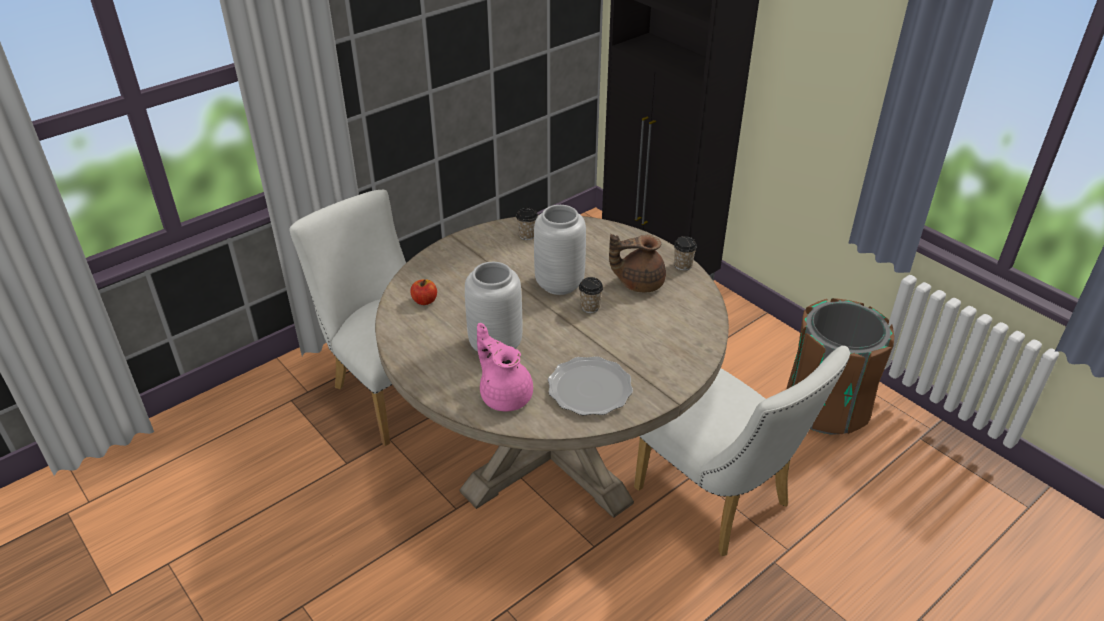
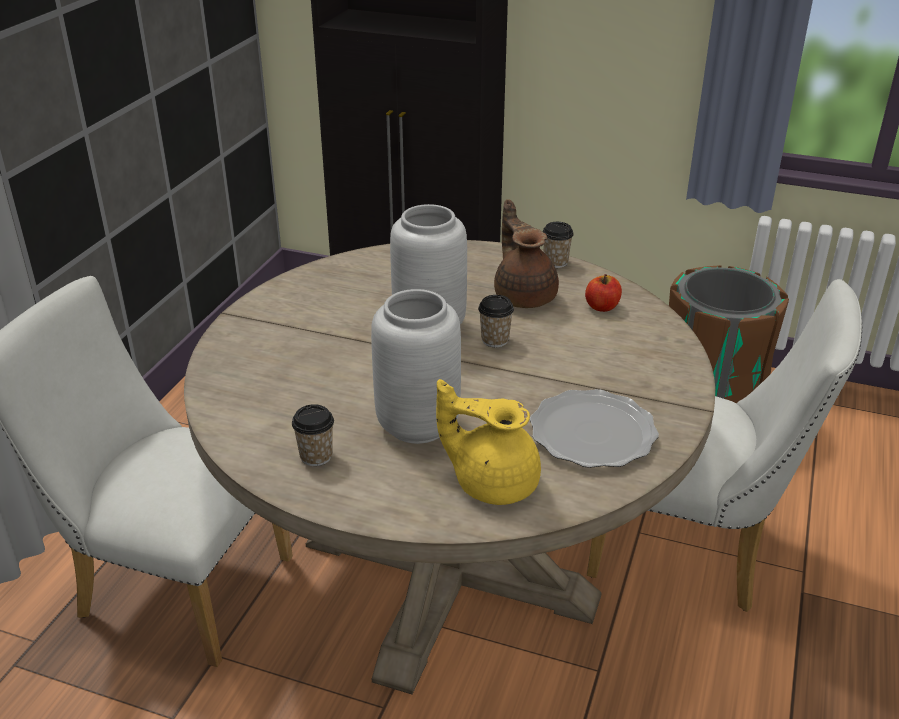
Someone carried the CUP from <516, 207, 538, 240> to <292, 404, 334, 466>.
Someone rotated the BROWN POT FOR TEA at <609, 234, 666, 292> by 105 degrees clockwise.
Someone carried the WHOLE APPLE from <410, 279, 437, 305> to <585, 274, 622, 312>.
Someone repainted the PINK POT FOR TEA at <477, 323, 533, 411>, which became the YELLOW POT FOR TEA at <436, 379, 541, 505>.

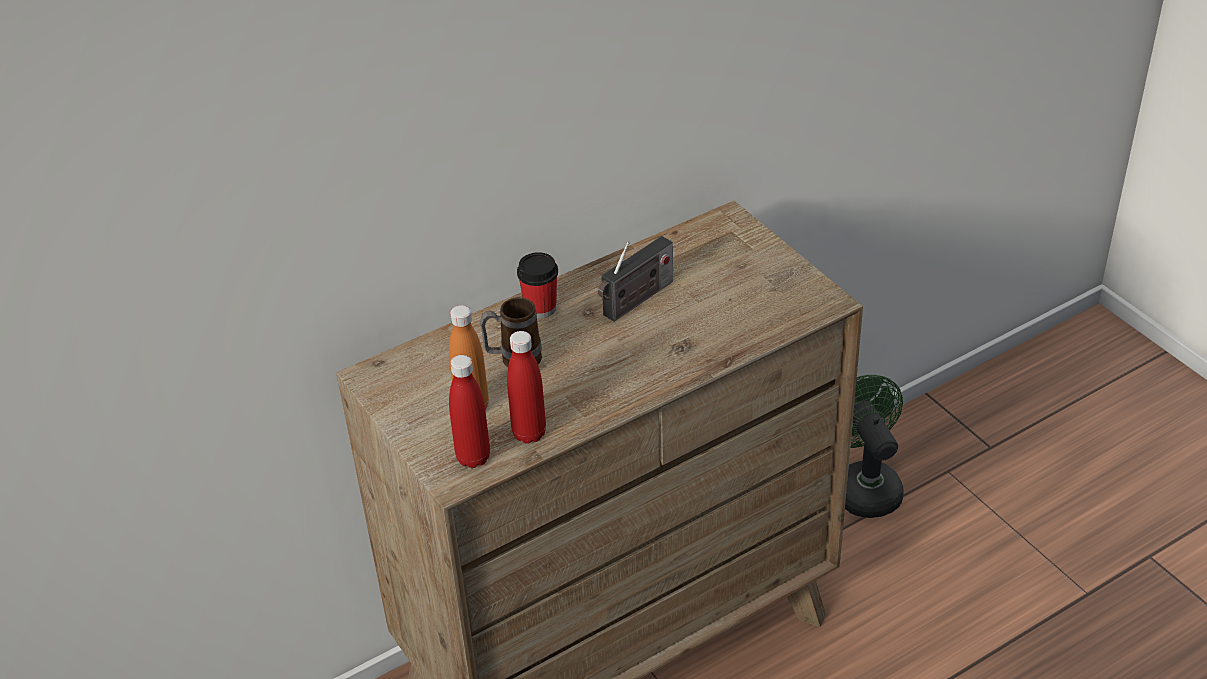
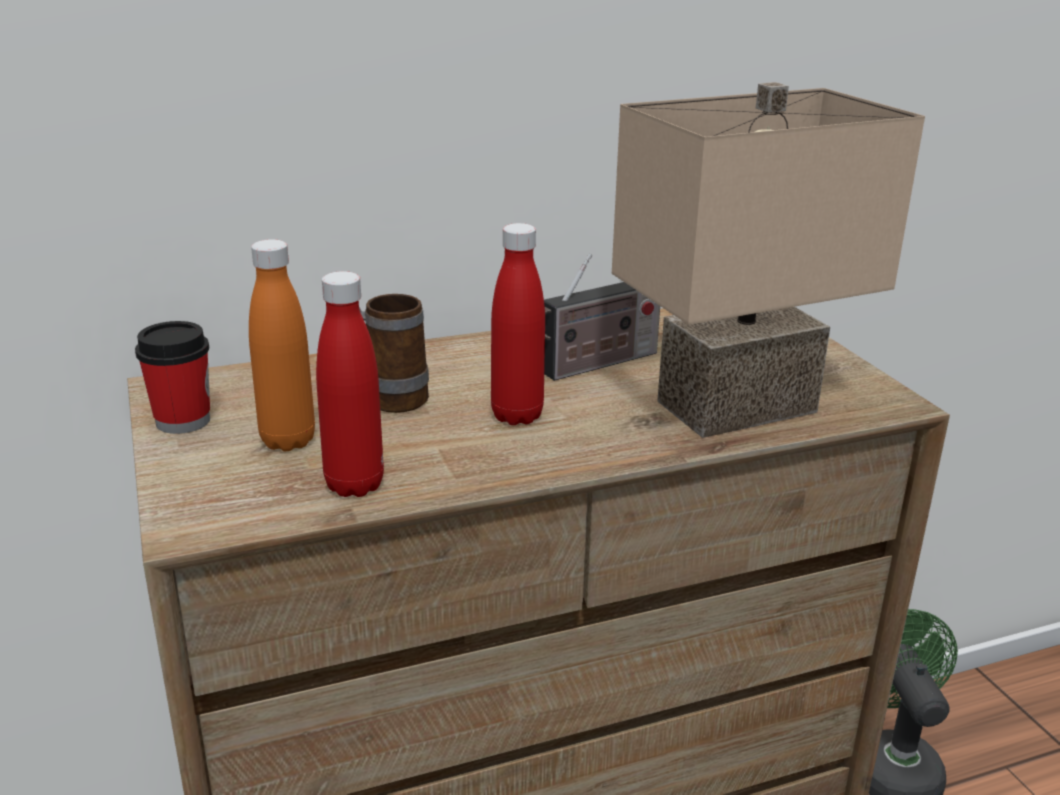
Someone carried the CUP from <517, 252, 558, 318> to <135, 321, 210, 434>.
Someone carried the RED-COLOURED BOTTLE from <449, 355, 490, 468> to <491, 223, 545, 425>.
Someone put down the SAND-COLOURED LAMP FOR A TABLE at <612, 82, 925, 438>.

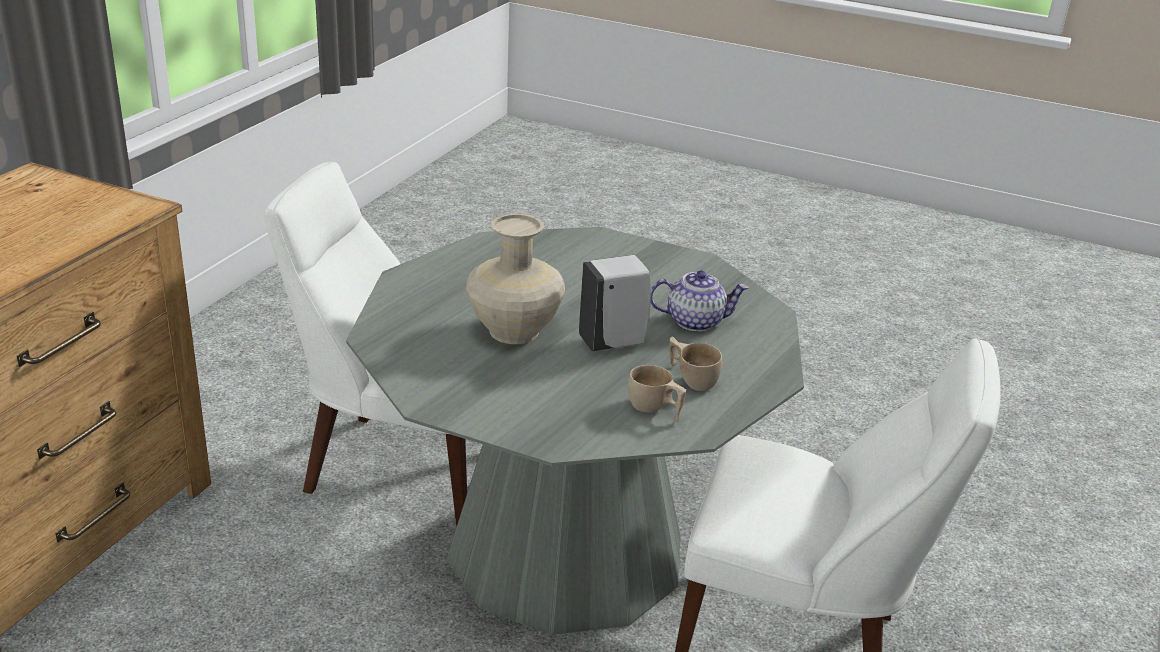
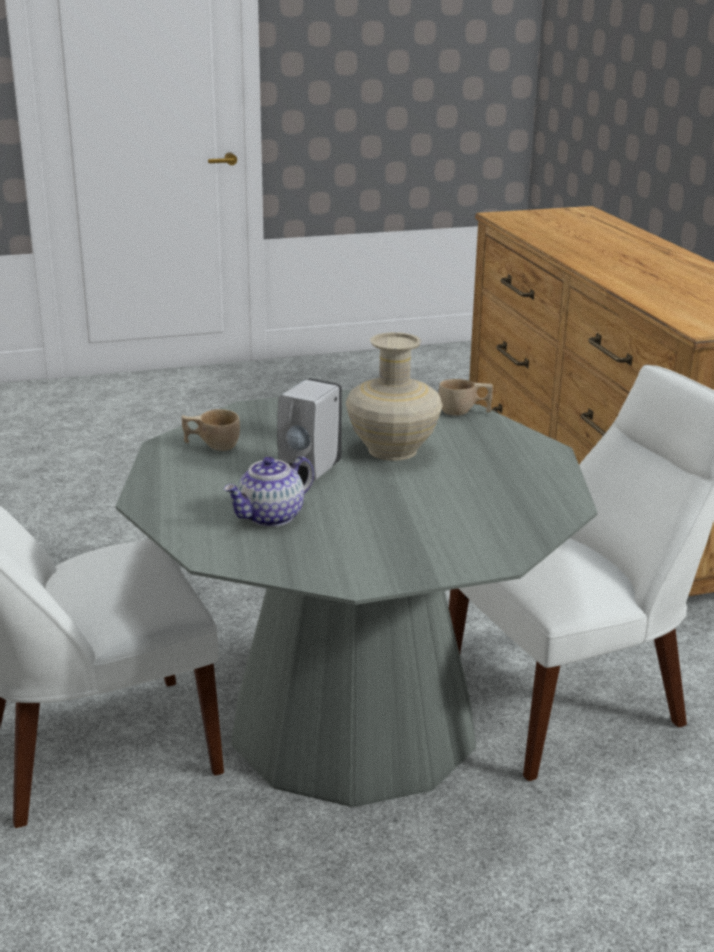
Someone carried the SAND-COLOURED CUP from <669, 337, 722, 391> to <439, 379, 493, 416>.

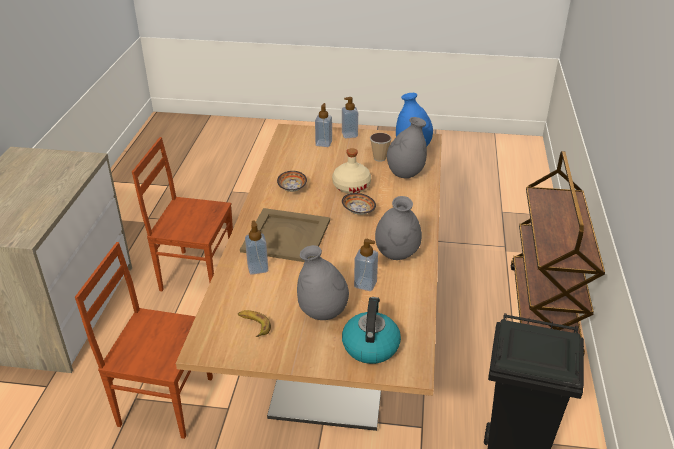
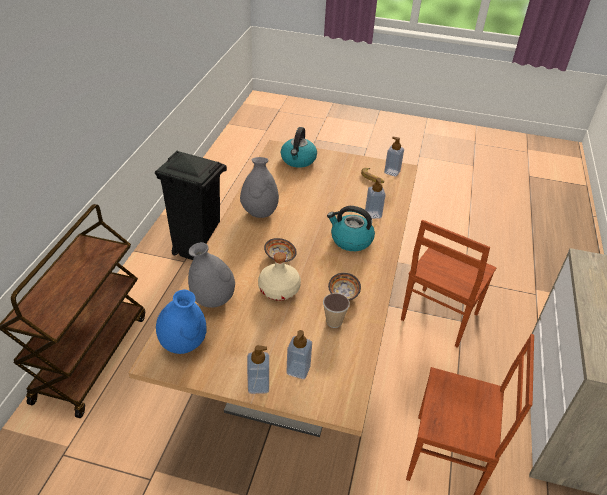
Someone carried the CUP from <370, 133, 392, 162> to <323, 293, 350, 328>.
Someone swapped the SAND-COLOURED SERVING TRAY at <240, 208, 330, 262> for the KETTLE at <327, 206, 375, 251>.
Someone carried the SOAP DISPENSER from <354, 239, 378, 291> to <384, 137, 404, 177>.
Someone rotated the BROWN PLAIN CHAIR at <75, 242, 213, 439> by 105 degrees clockwise.
Someone took away the GREYISH FLOWER VASE at <297, 245, 349, 320>.

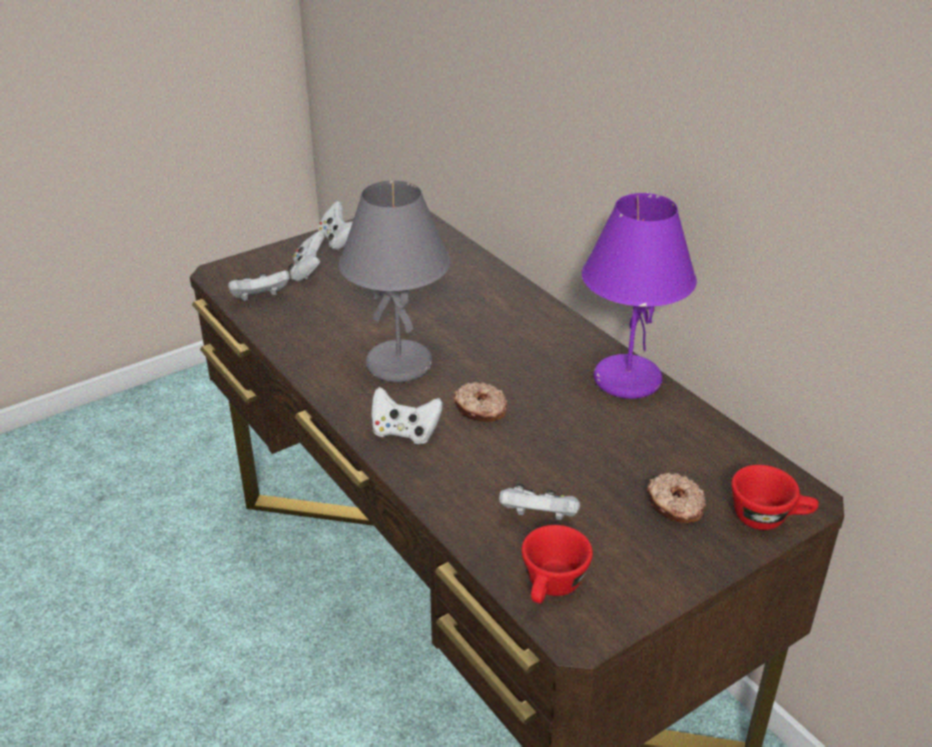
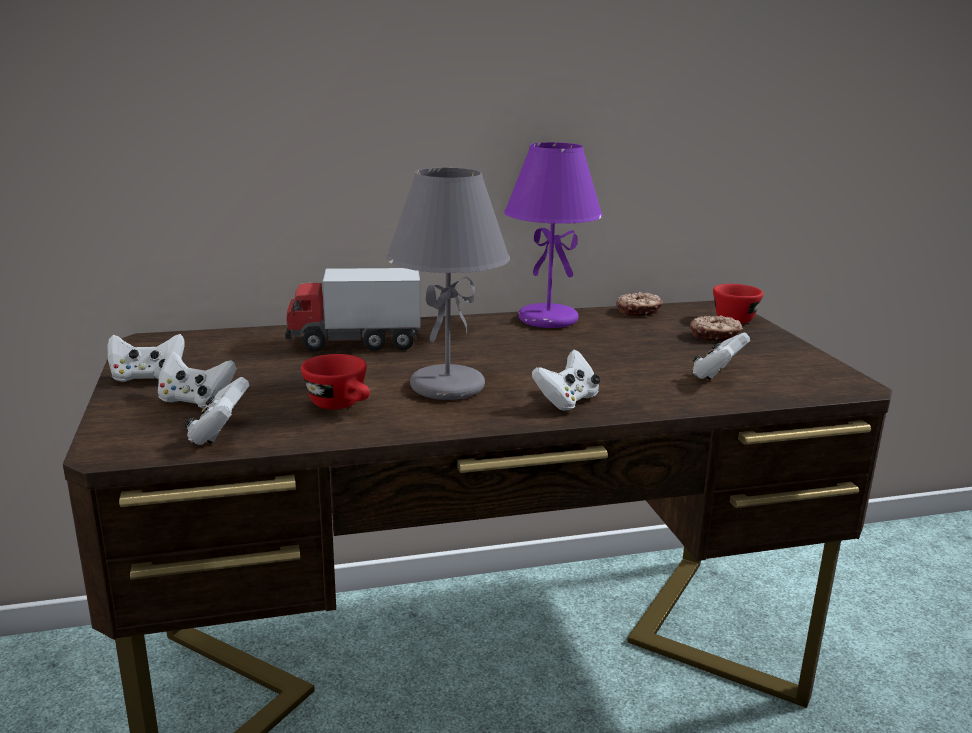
Someone carried the DONUT from <453, 382, 508, 422> to <616, 292, 663, 316>.
Someone carried the RED-COLOURED CUP from <521, 525, 593, 604> to <301, 354, 370, 409>.
Someone put down the TOY TRUCK at <285, 268, 421, 351>.

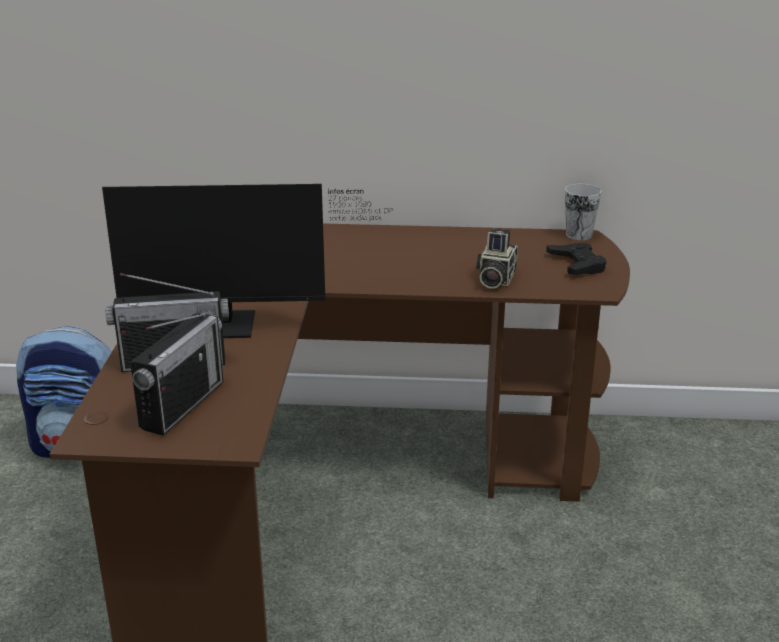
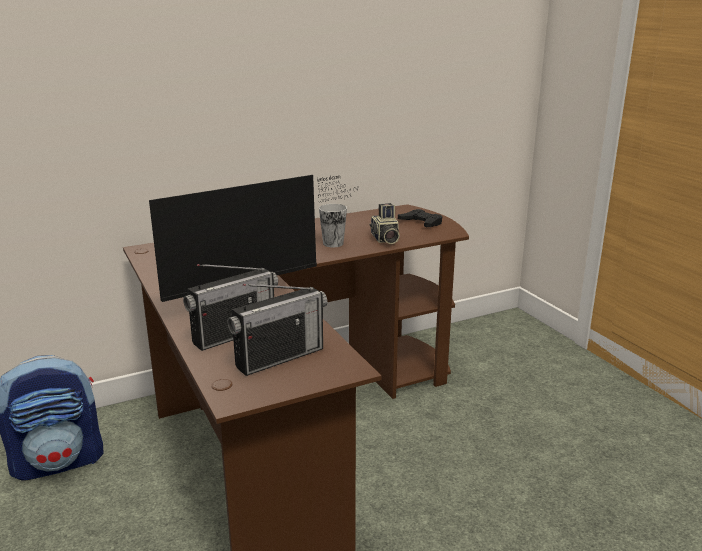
Someone carried the CUP from <565, 184, 601, 240> to <319, 204, 347, 247>.
Someone rotated the RADIO RECEIVER at <130, 313, 223, 436> by 60 degrees clockwise.

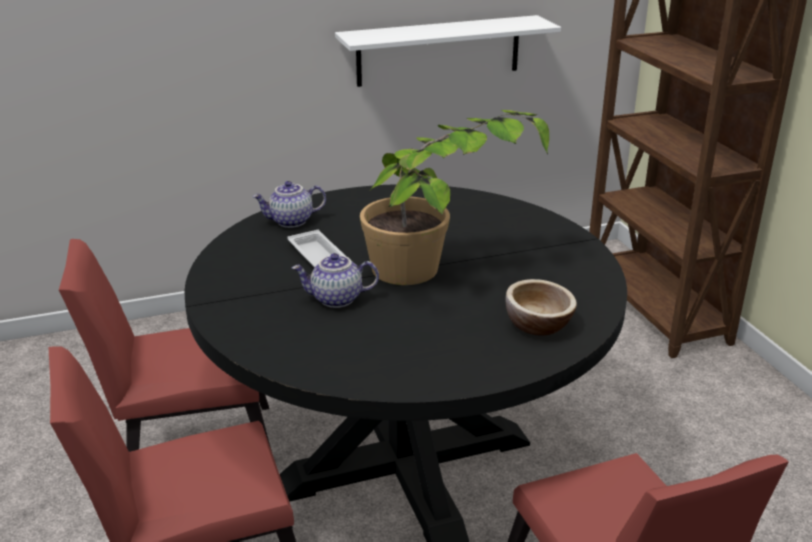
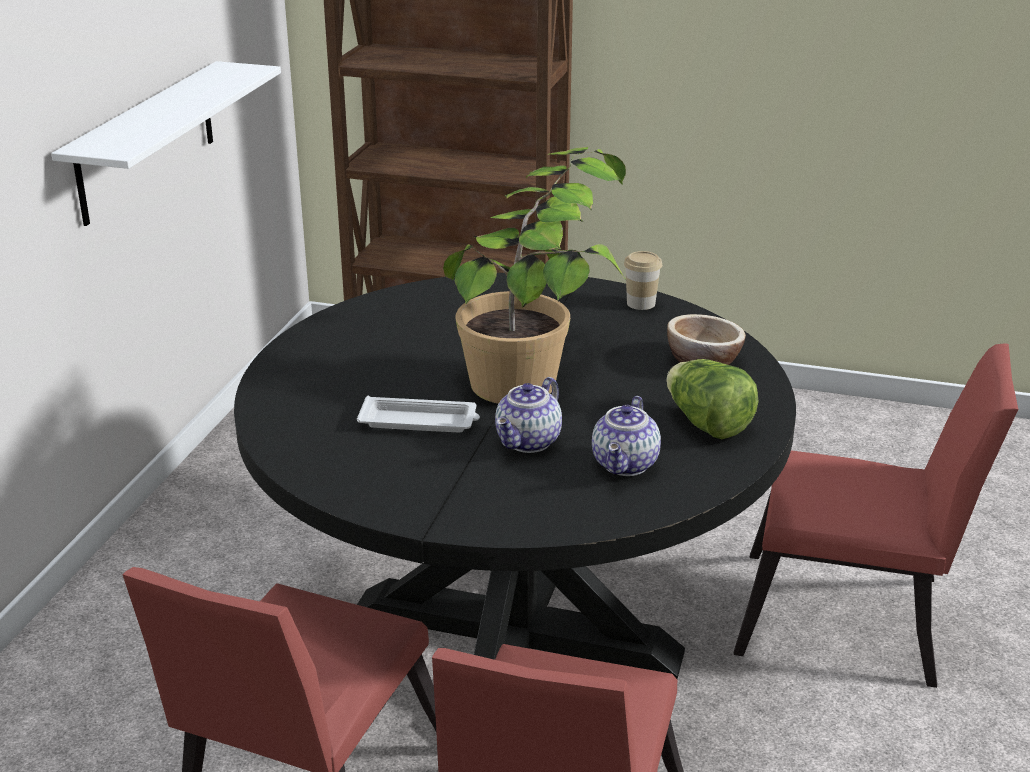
Someone carried the POT FOR TEA from <252, 181, 326, 228> to <592, 396, 661, 476>.
Someone put down the CUP at <624, 251, 662, 310>.
Someone put down the LETTUCE at <666, 359, 759, 439>.

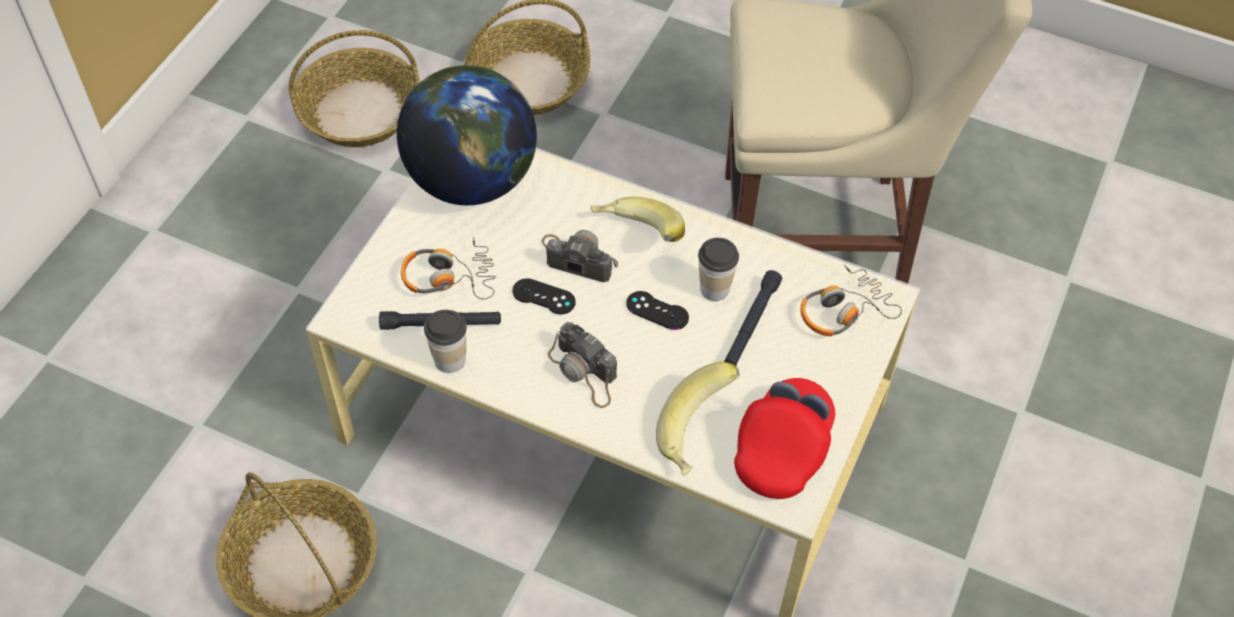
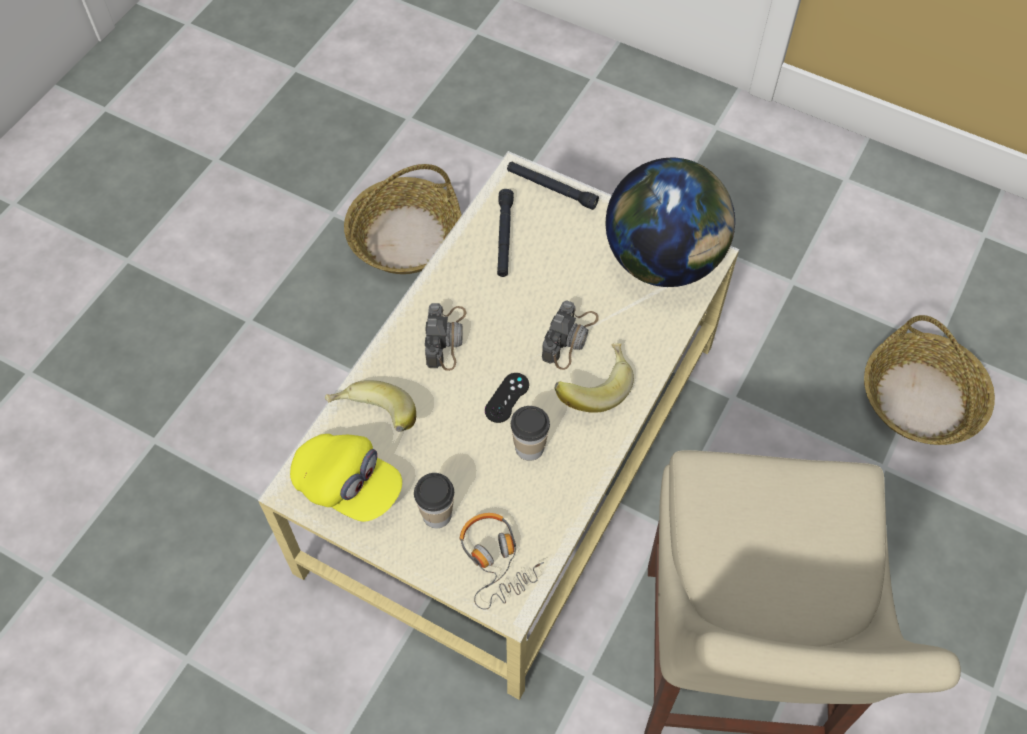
Someone took away the STORAGE BASKET at <289, 30, 420, 147>.
Someone took away the HEADSET at <401, 237, 496, 300>.
Someone carried the BLACK-COLOURED FLASHLIGHT from <724, 270, 782, 366> to <507, 162, 599, 210>.
Someone took away the BLACK-COLOURED GAMEPAD at <513, 278, 575, 314>.
Someone carried the CUP from <424, 310, 467, 373> to <414, 473, 454, 528>.
Someone rotated the PHOTO CAMERA at <548, 322, 617, 408> by 135 degrees clockwise.
Someone repainted the RED-COLOURED BASEBALL CAP at <734, 378, 835, 499>, which became the YELLOW BASEBALL CAP at <290, 434, 402, 522>.

